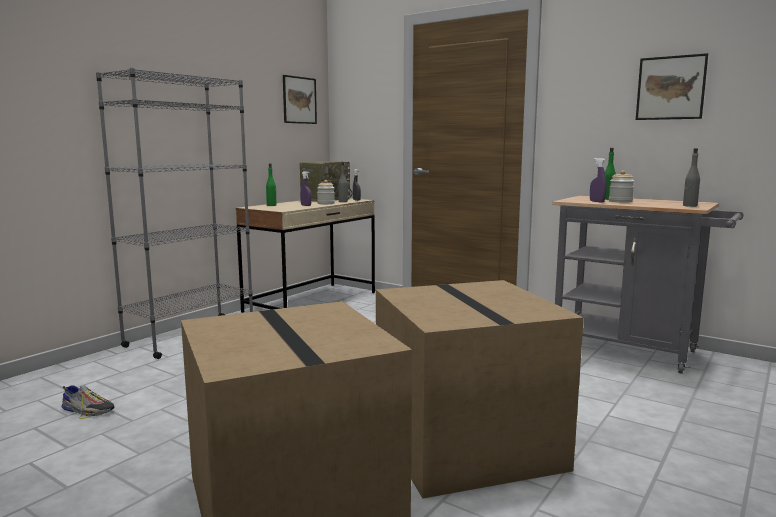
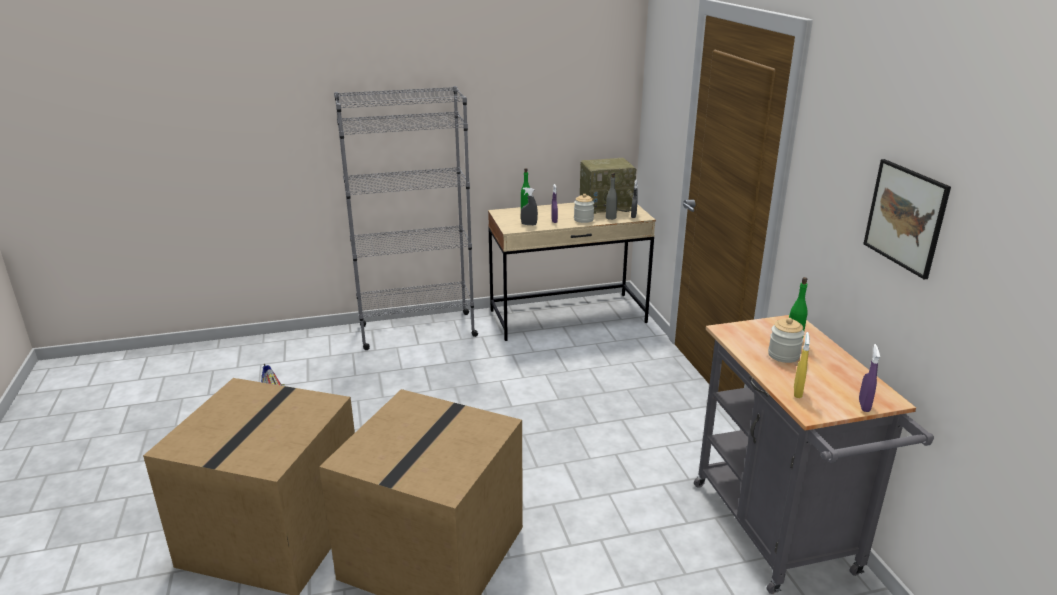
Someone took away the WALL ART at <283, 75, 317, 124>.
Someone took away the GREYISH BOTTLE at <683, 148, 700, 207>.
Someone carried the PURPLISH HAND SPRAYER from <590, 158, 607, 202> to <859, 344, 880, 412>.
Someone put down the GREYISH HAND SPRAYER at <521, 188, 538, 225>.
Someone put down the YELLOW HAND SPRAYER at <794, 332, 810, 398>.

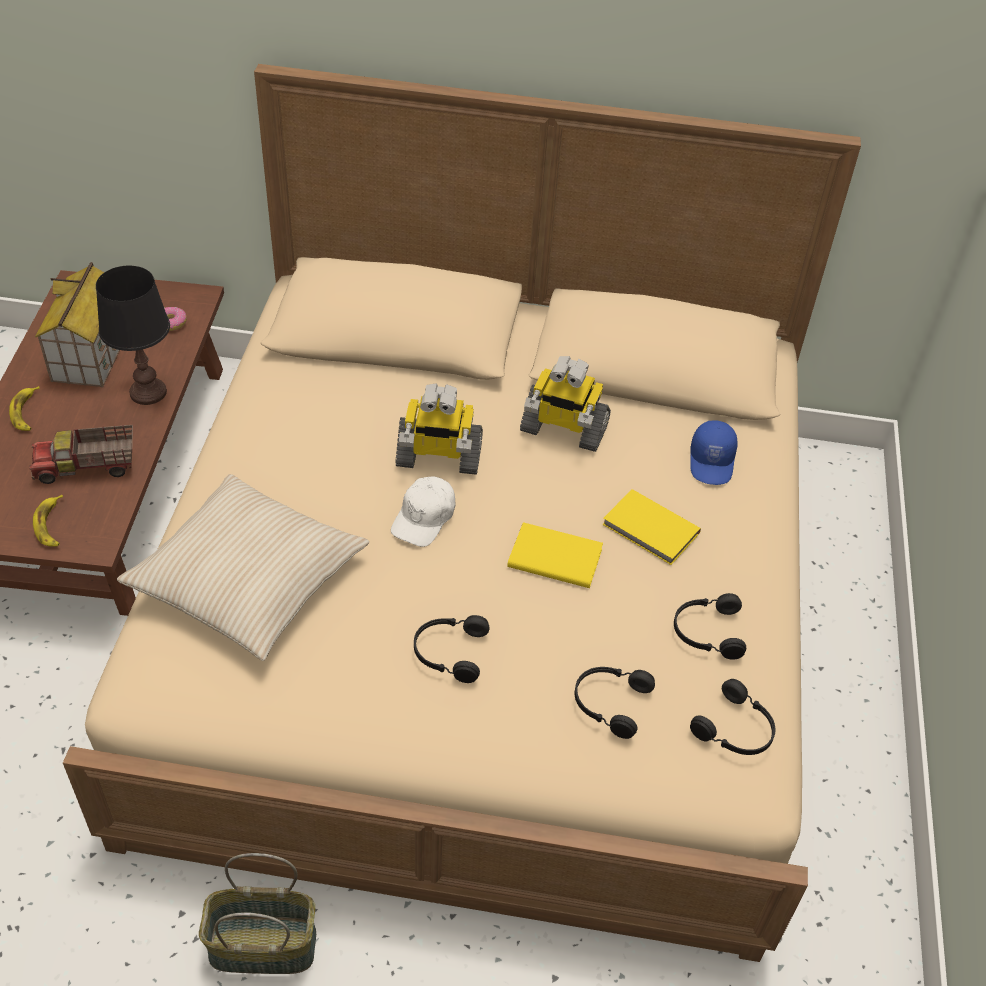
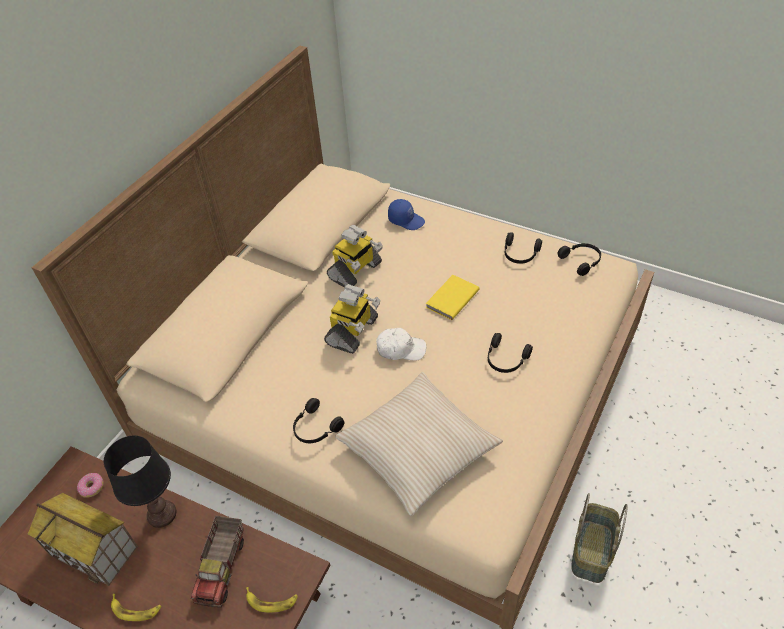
Someone rotated the WHITE BASEBALL CAP at <391, 477, 456, 547> by 45 degrees counterclockwise.
Someone took away the YELLOW VOLUME at <602, 489, 701, 565>.
Someone carried the BLACK-COLOURED HEADSET from <575, 667, 655, 739> to <293, 398, 344, 443>.

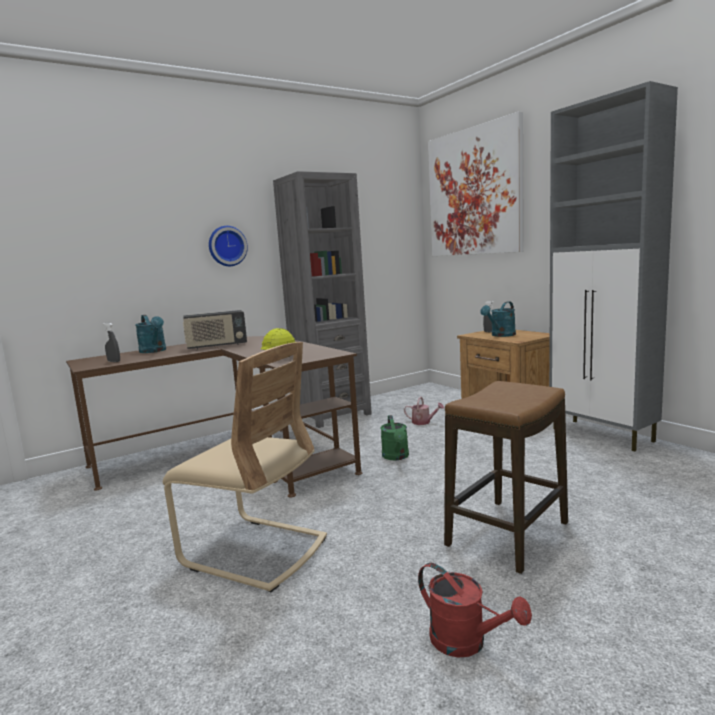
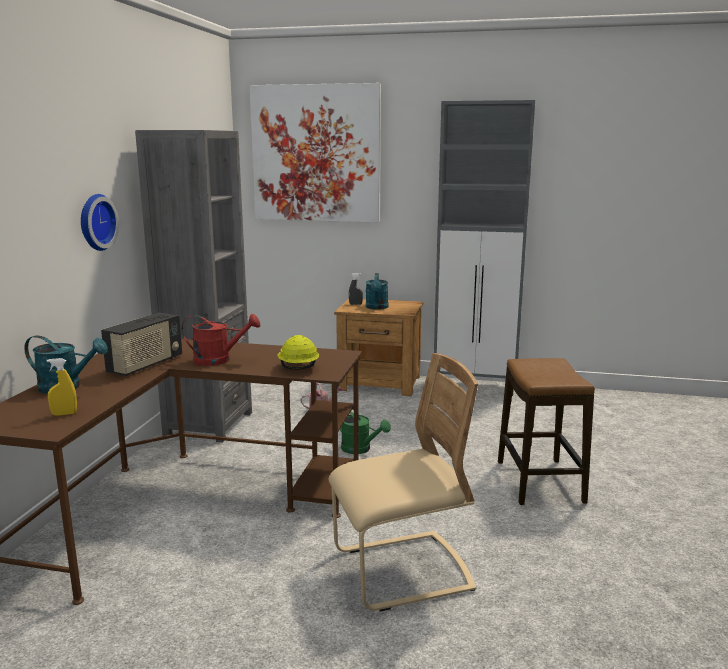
Someone repainted the GREYISH HAND SPRAYER at <103, 323, 120, 362>, which became the YELLOW HAND SPRAYER at <46, 358, 77, 416>.
Someone carried the RED-COLOURED WATERING CAN from <418, 563, 532, 657> to <181, 314, 260, 366>.

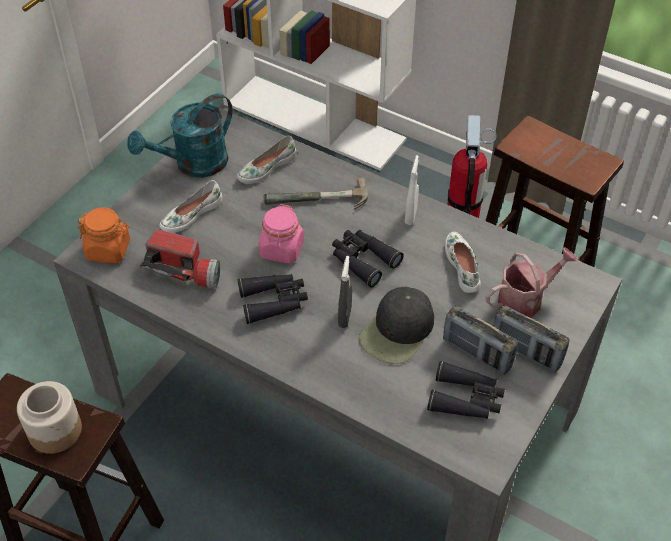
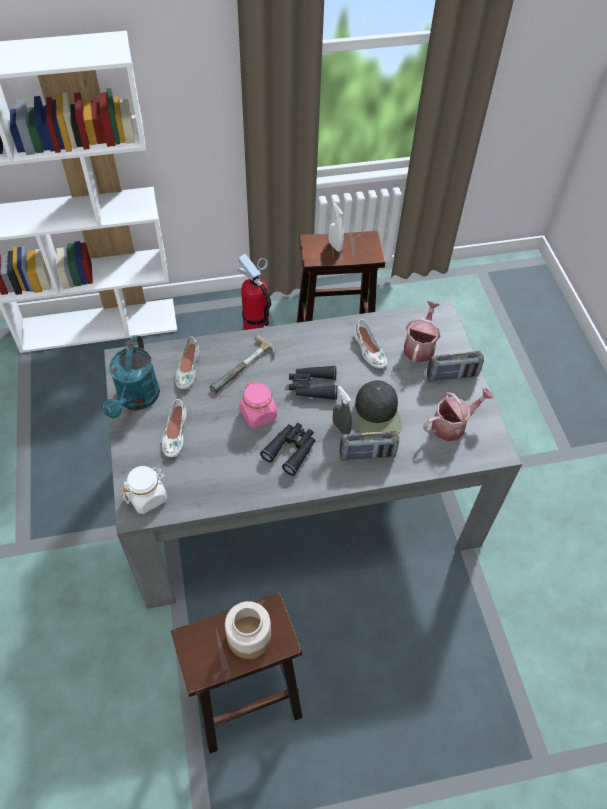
Someone carried the WHITE HAND SPRAYER from <405, 155, 419, 225> to <329, 203, 344, 252>.
Someone repainted the ORANGE-COLOURED JAR at <78, 207, 130, 263>, which became the WHITE JAR at <123, 466, 167, 514>.
Someone took away the FLASHLIGHT at <140, 229, 220, 288>.
Someone rotated the WHITE SHOE at <445, 232, 481, 293> by 150 degrees counterclockwise.
Someone carried the RADIO RECEIVER from <443, 306, 518, 375> to <340, 431, 399, 461>.
Someone swapped the BLACK-COLOURED PAIR OF BINOCULARS at <427, 361, 505, 419> for the WATERING CAN at <423, 387, 494, 441>.

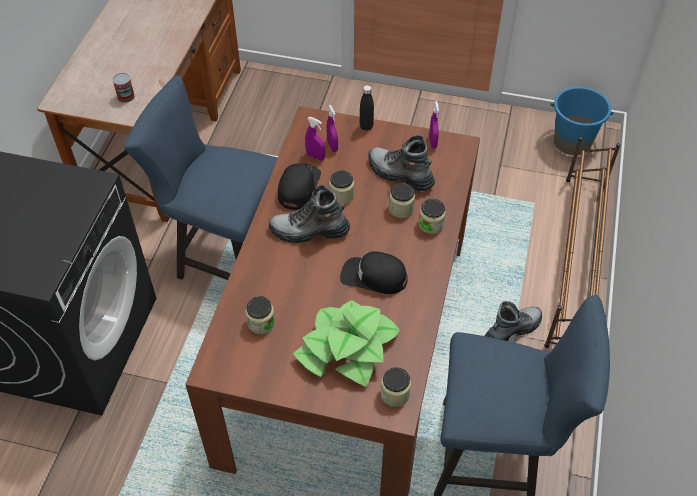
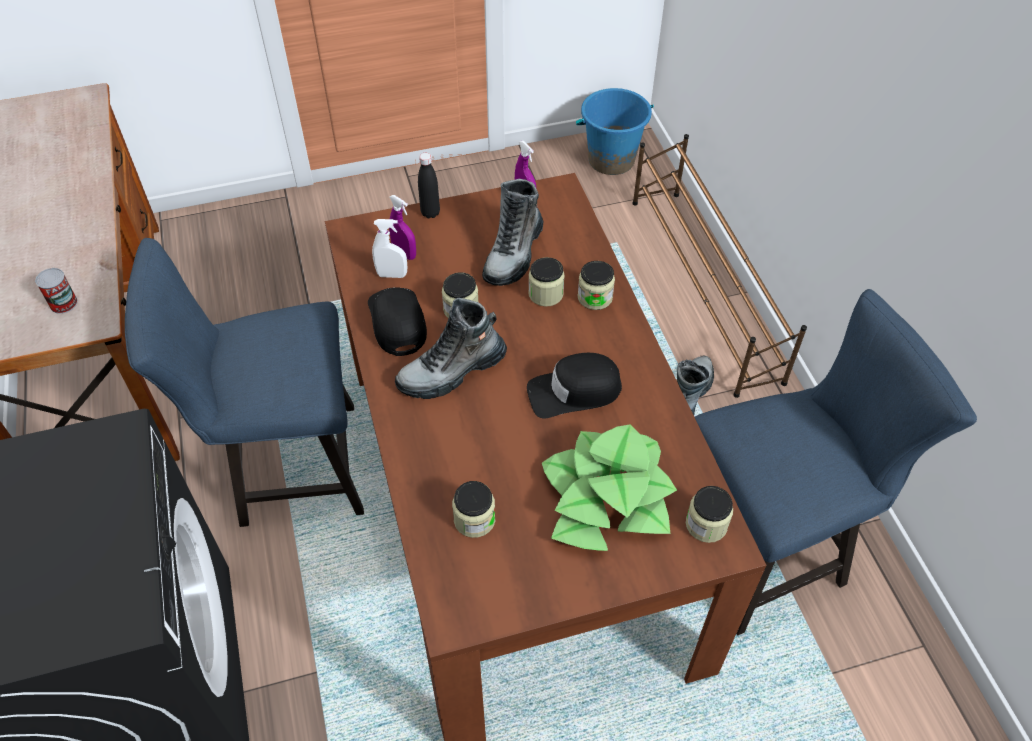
Someone repainted the PURPLISH HAND SPRAYER at <305, 117, 325, 161>, which became the WHITE HAND SPRAYER at <372, 219, 407, 278>.
Someone rotated the BOOT at <368, 135, 435, 191> by 75 degrees counterclockwise.

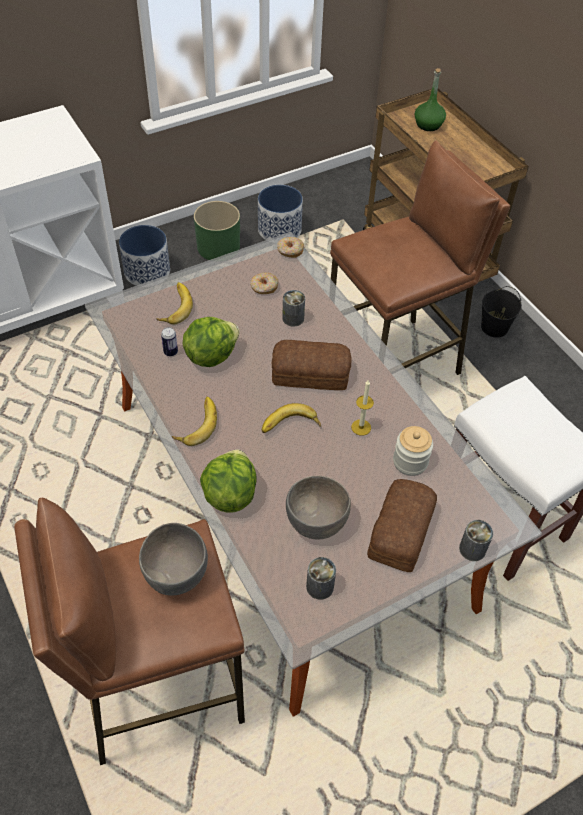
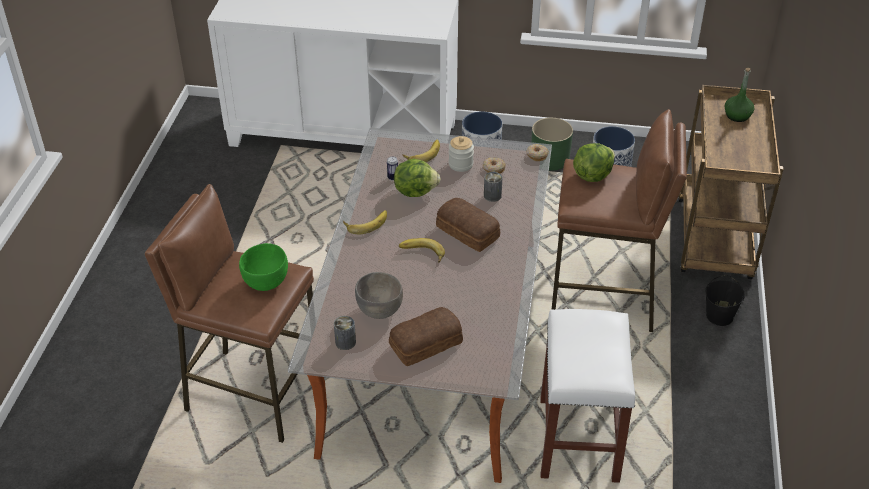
Someone took away the CANDLE at <351, 379, 374, 436>.
Someone carried the JAR from <393, 426, 433, 476> to <449, 136, 474, 172>.
Someone carried the LETTUCE from <200, 449, 257, 513> to <573, 143, 615, 182>.
Someone took away the SEALED CAN at <459, 520, 493, 561>.
Someone repainted the GREYISH BOWL at <139, 523, 208, 596>, which became the GREEN BOWL at <239, 243, 288, 291>.

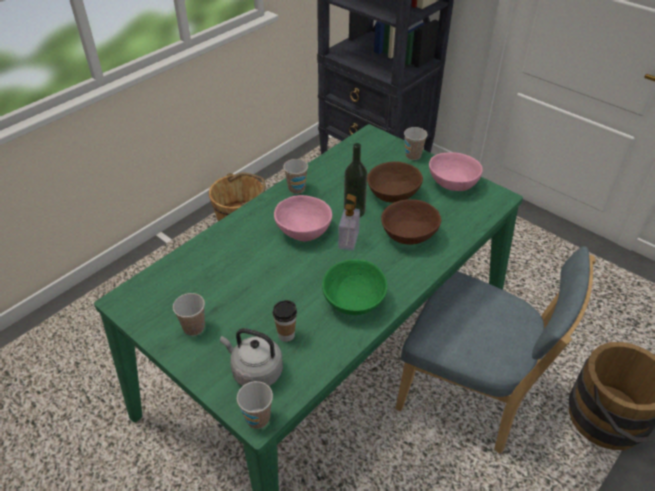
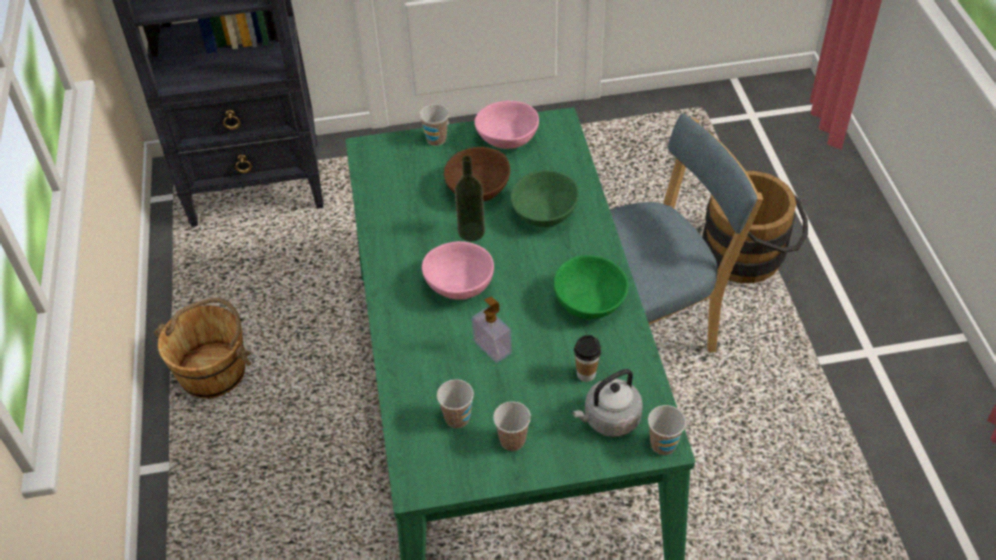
Someone carried the CUP from <283, 159, 308, 194> to <437, 379, 474, 428>.
Someone carried the SOAP DISPENSER from <338, 194, 360, 251> to <472, 297, 512, 363>.
Someone repainted the BROWN BOWL at <381, 199, 441, 244>, which became the GREEN BOWL at <510, 170, 579, 227>.

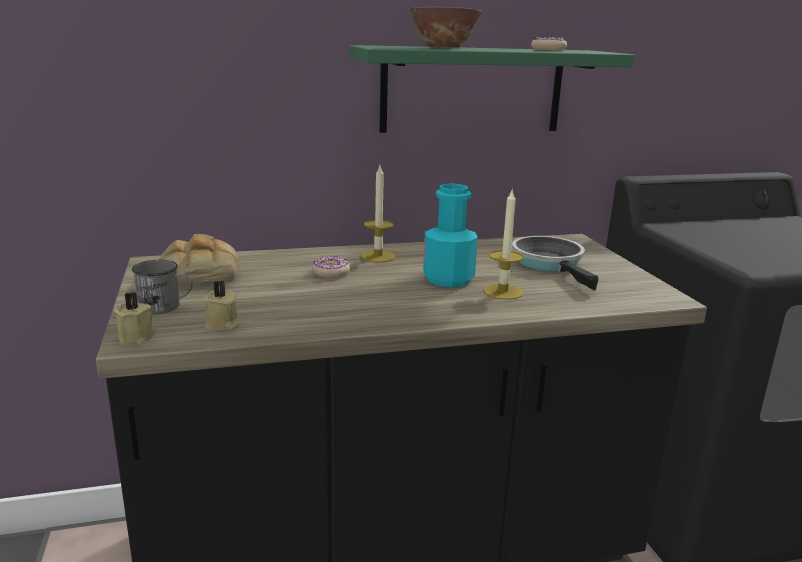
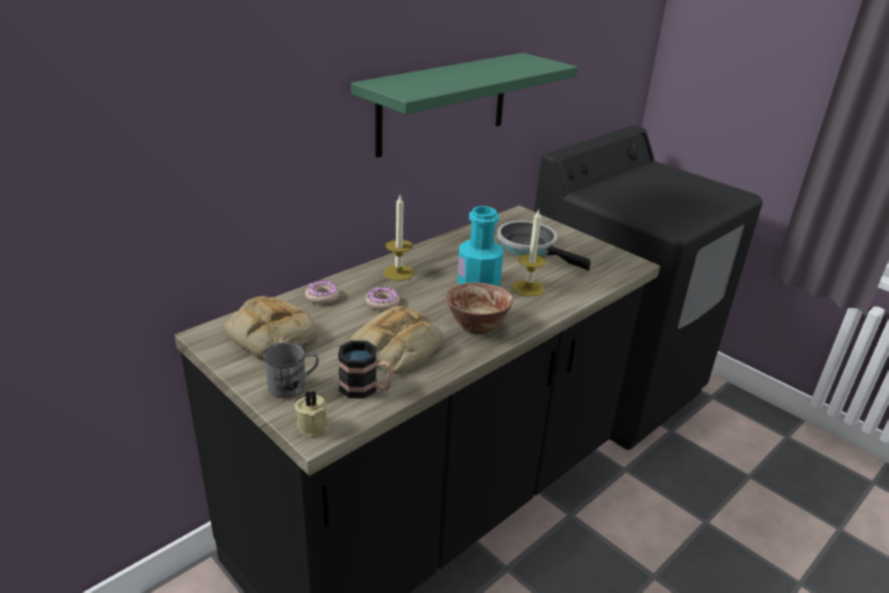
Someone carried the BOWL from <410, 7, 482, 48> to <445, 282, 513, 334>.
Someone carried the DONUT from <531, 37, 567, 51> to <305, 280, 340, 304>.
Someone swapped the SAND-COLOURED CANDLE at <205, 281, 240, 330> for the MUG at <338, 340, 393, 399>.
Someone put down the BAKED BREAD at <350, 306, 444, 374>.

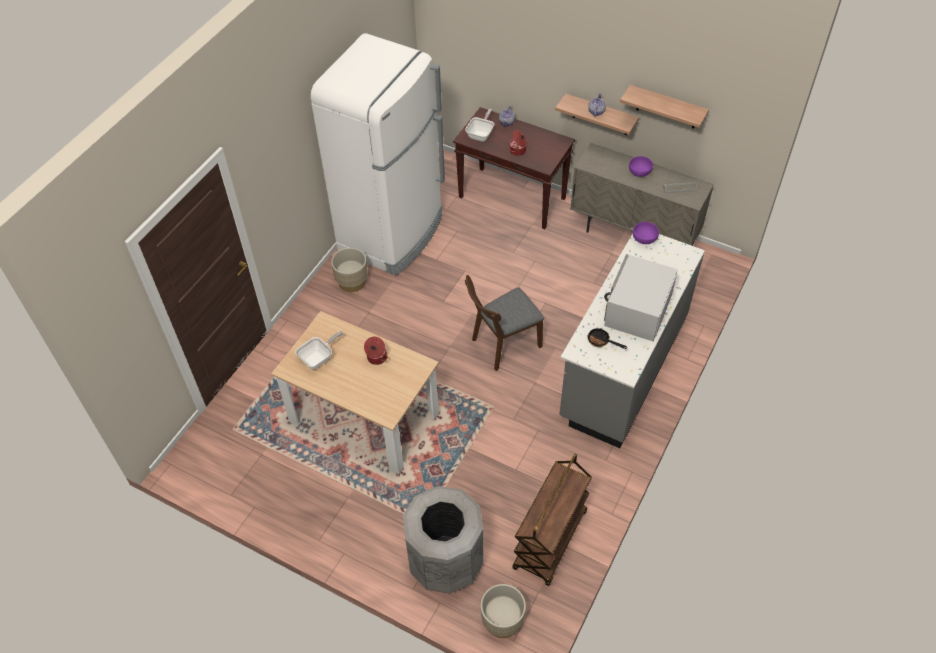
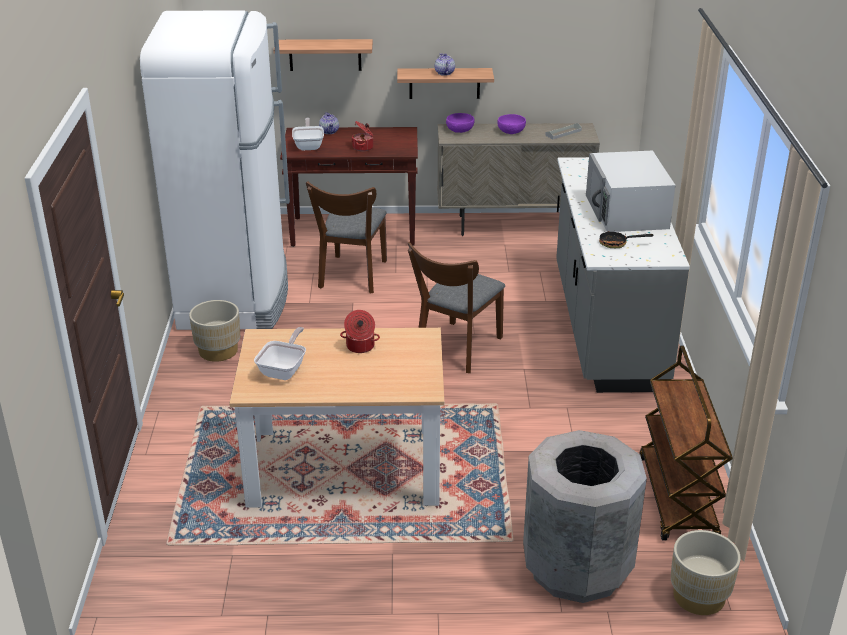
Someone carried the WALL SHELF from <620, 85, 709, 129> to <273, 39, 373, 71>.
Someone carried the PURPLISH BOWL from <633, 222, 659, 244> to <446, 113, 474, 133>.
Someone put down the BROWN PLAIN CHAIR at <306, 181, 387, 293>.

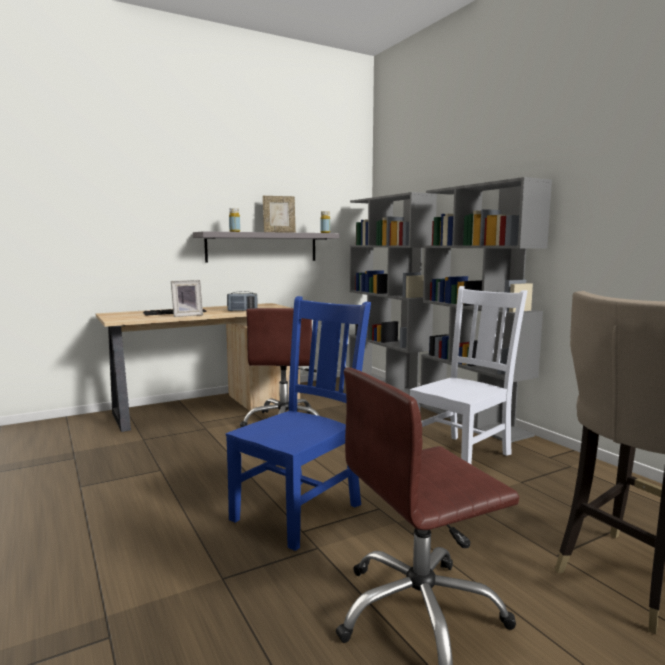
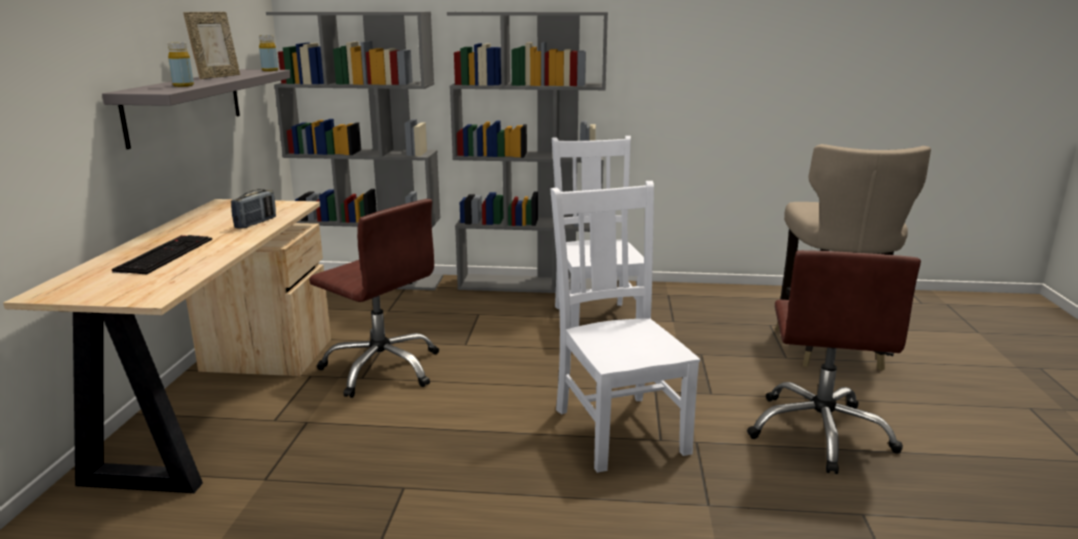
Someone took away the STANDING FRAME at <171, 280, 203, 317>.
Someone repainted the BLUE PLAIN CHAIR at <226, 296, 371, 551>, which became the WHITE PLAIN CHAIR at <550, 181, 700, 473>.

